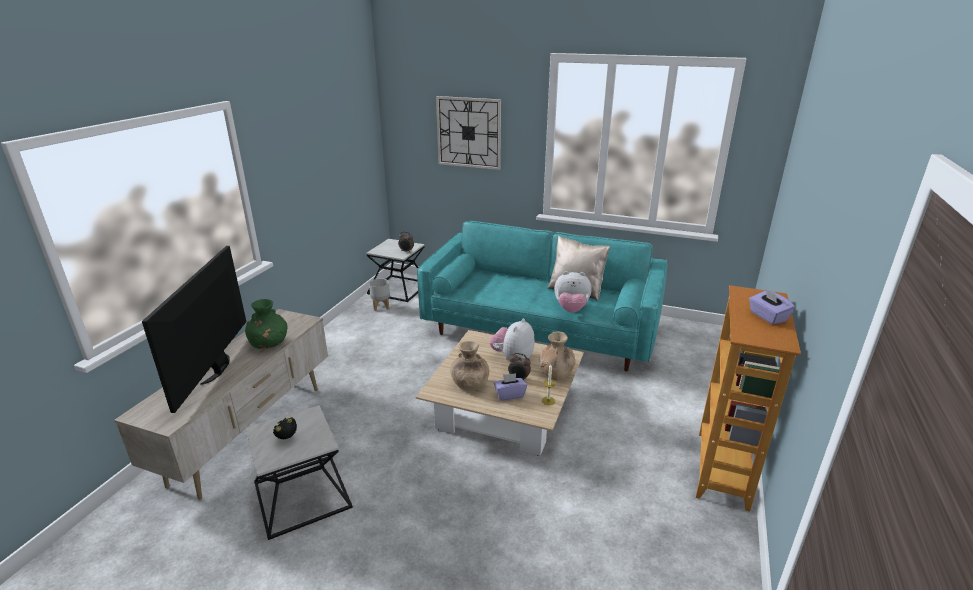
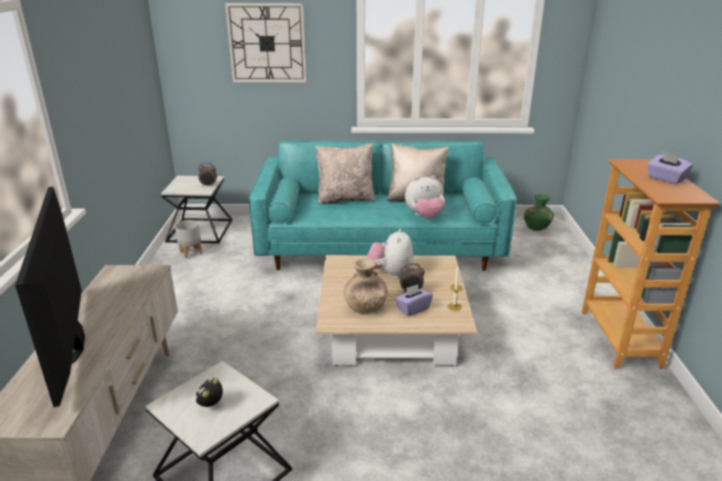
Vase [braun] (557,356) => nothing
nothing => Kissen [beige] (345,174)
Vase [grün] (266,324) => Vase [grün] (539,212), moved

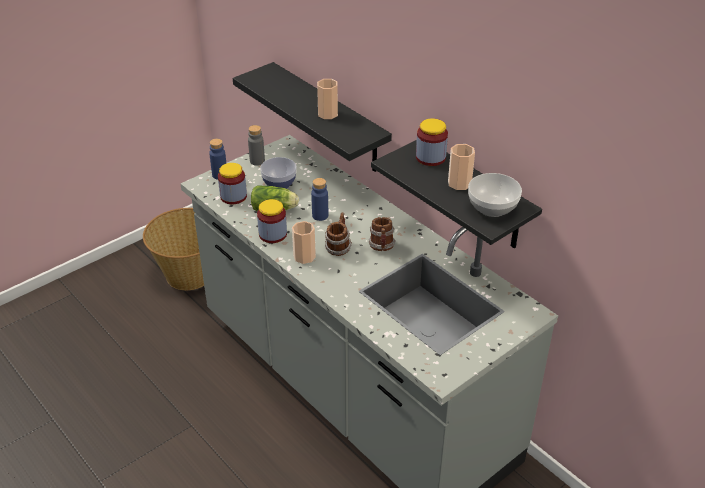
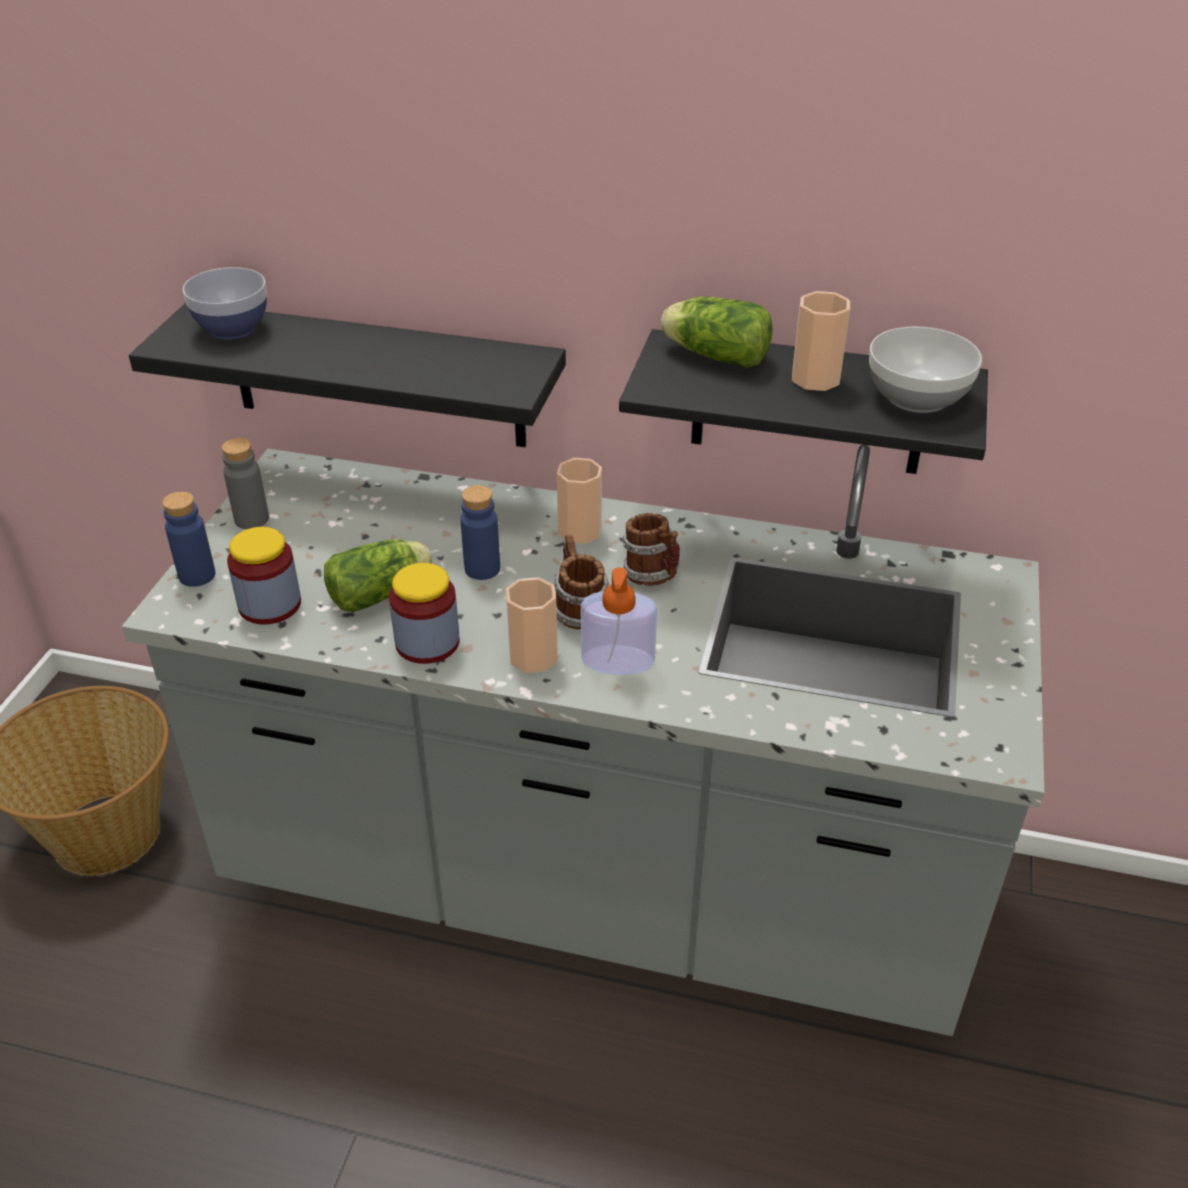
nothing => Seifenspender (619,621)
Schüssel (278,173) => Schüssel (225,303), moved
Tasse (327,99) => Tasse (579,501), moved
Vorratsglas (432,142) => Salatkopf (717,332)

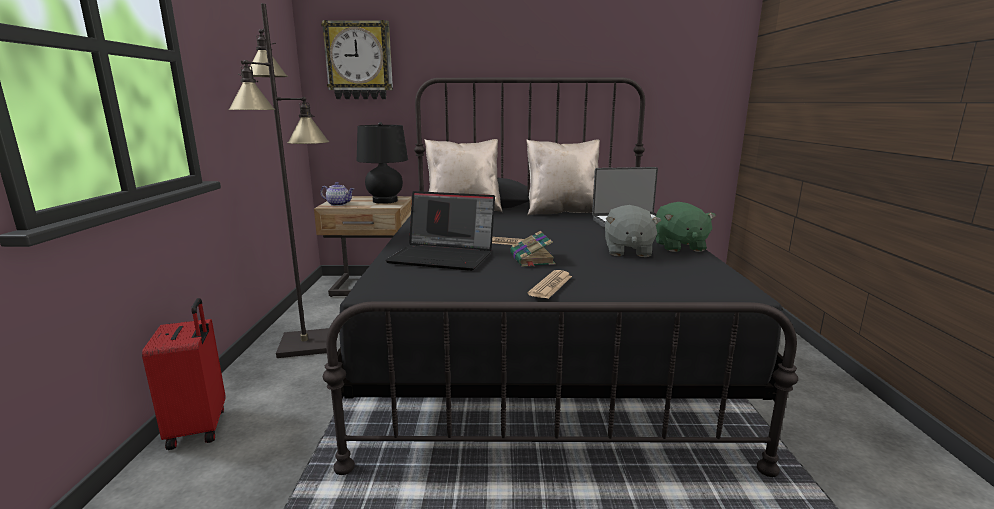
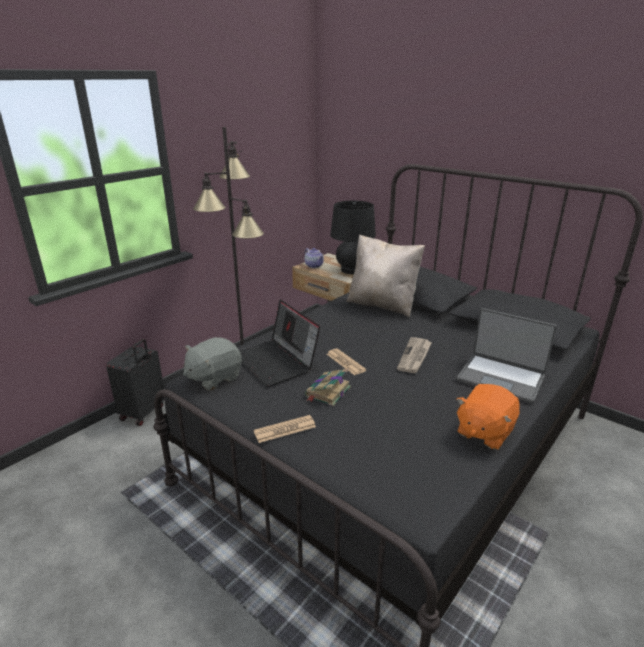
Wanduhr (357,59) => nothing
Kissen [beige] (563,177) => nothing
nothing => Zeitung (414,355)
Plüschtier [grau] (633,231) => Plüschtier [grau] (212,364), moved
Koffer [rot] (183,374) => Koffer [schwarz] (135,382)
Plüschtier [grün] (686,227) => Plüschtier [orange] (488,417)

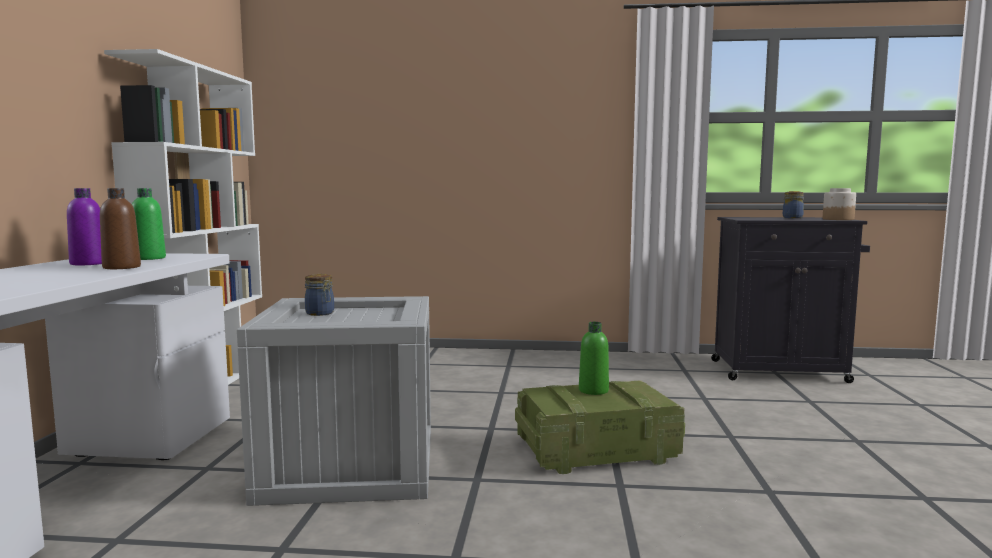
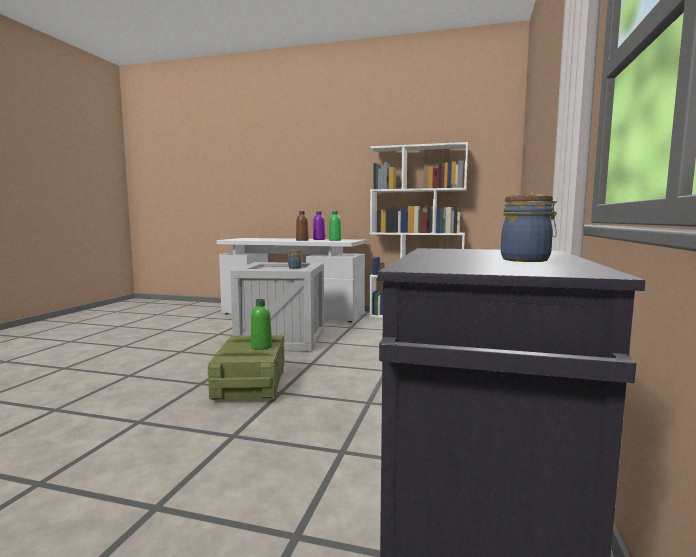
Vorratsglas (839,204) => nothing

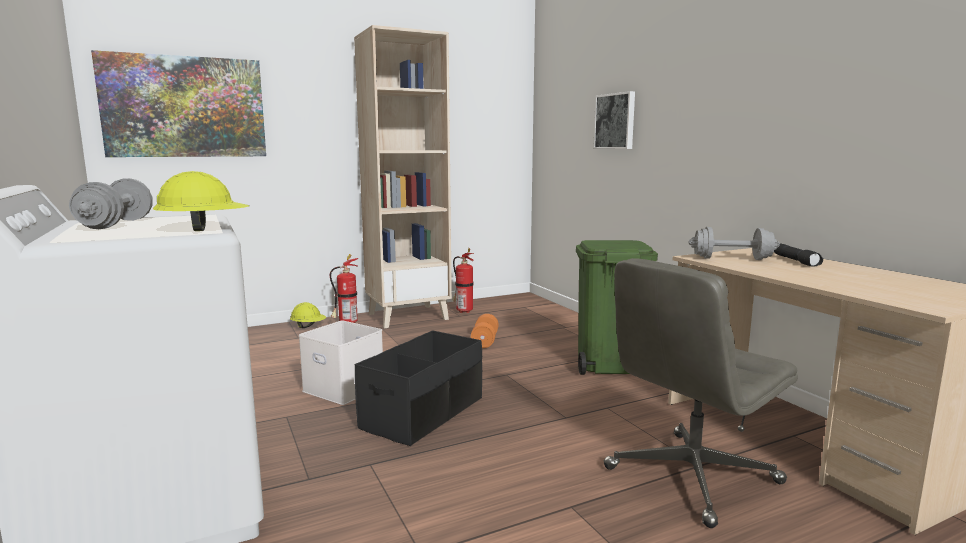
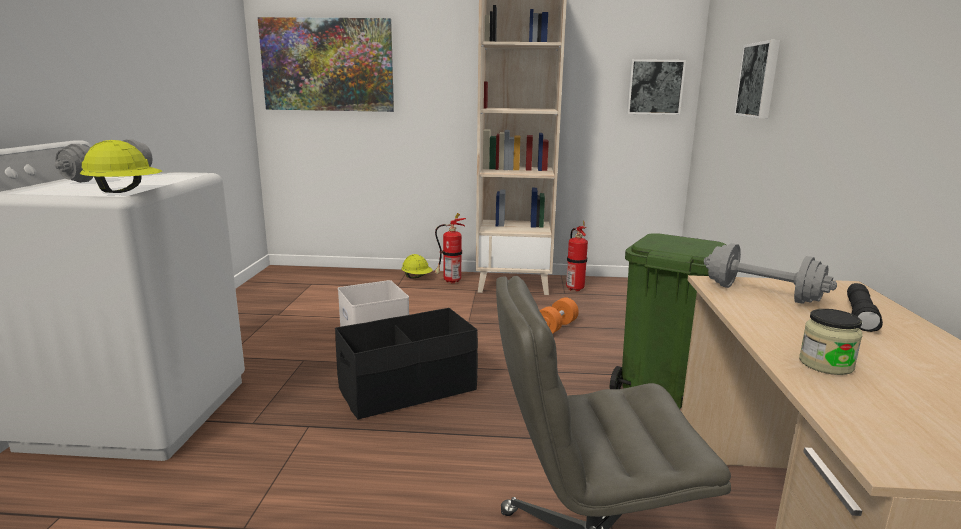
nothing => Bild (656,87)
nothing => Vorratsglas (831,342)

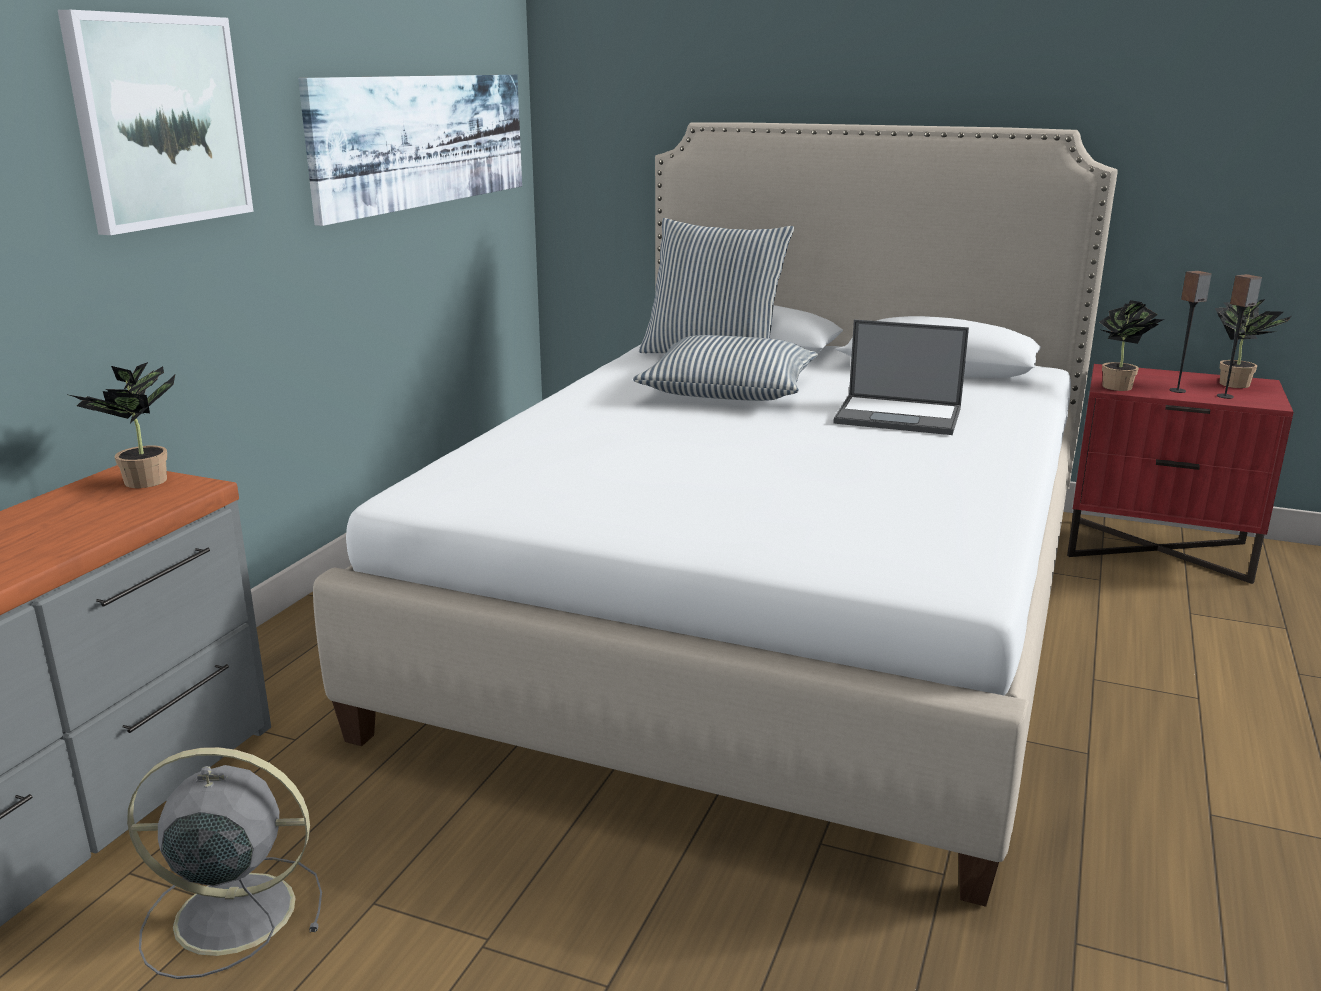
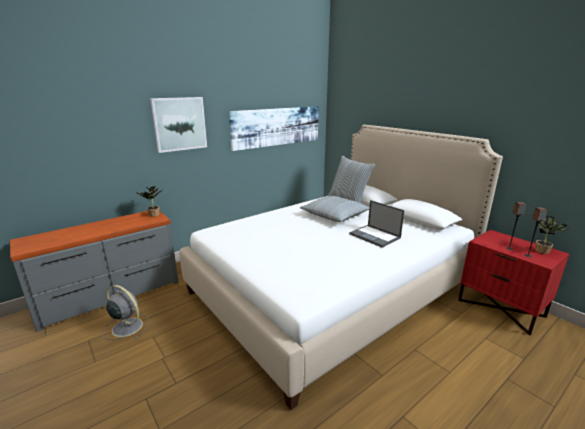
Topfpflanze (1131,345) => nothing

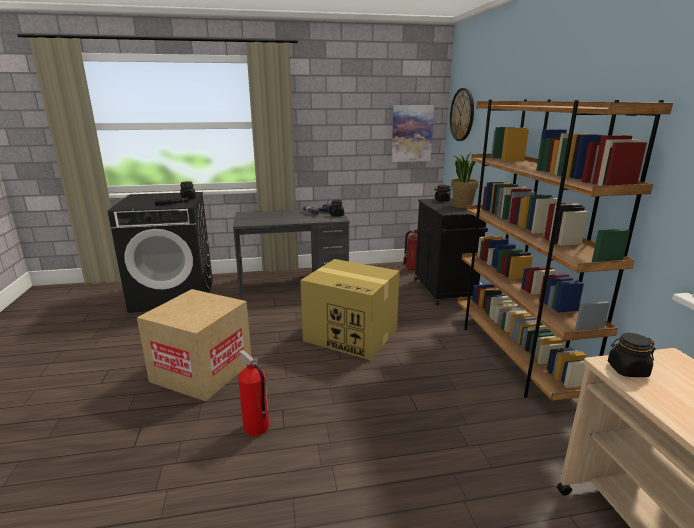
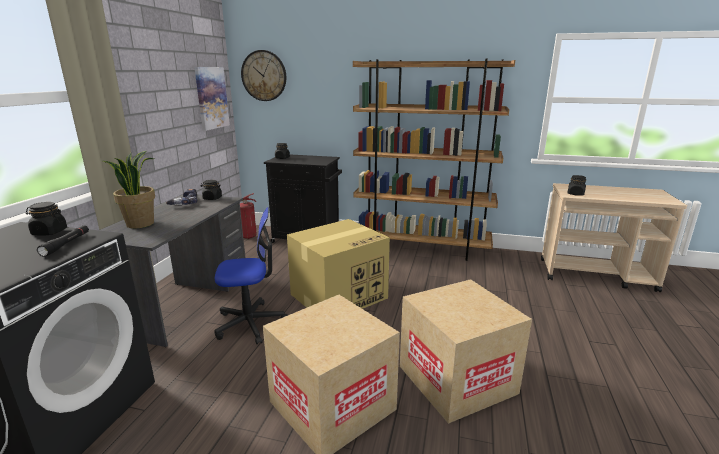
nothing => Bürostuhl (251,275)
Topfpflanze (465,180) => Topfpflanze (129,189), moved
Feuerlöscher (253,393) => Karton (466,351)

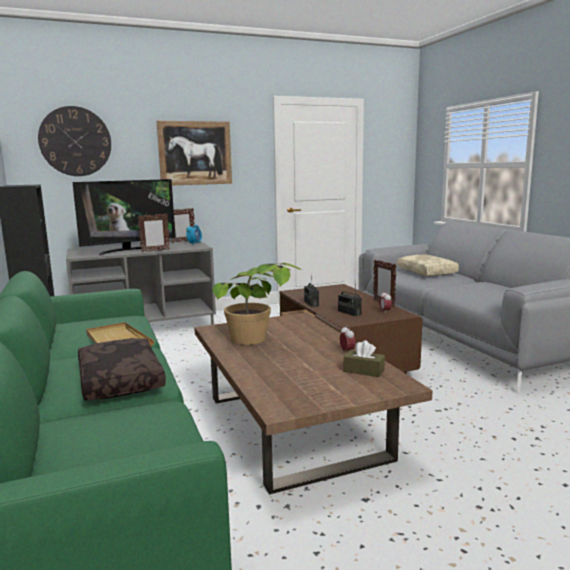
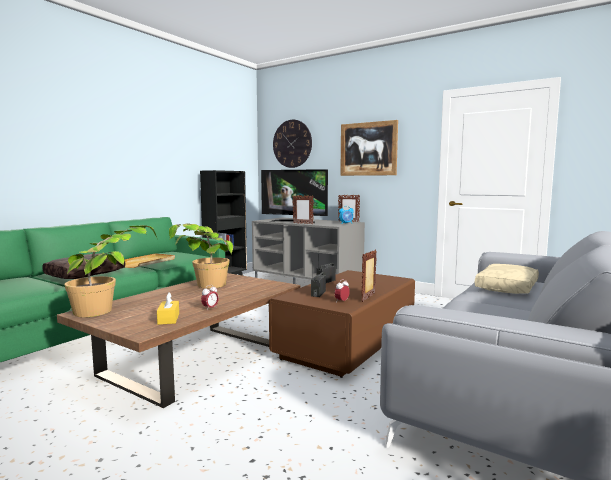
nothing => Topfpflanze (110,271)
Taschentuchbox [braun] (364,358) => Taschentuchbox [gelb] (168,308)

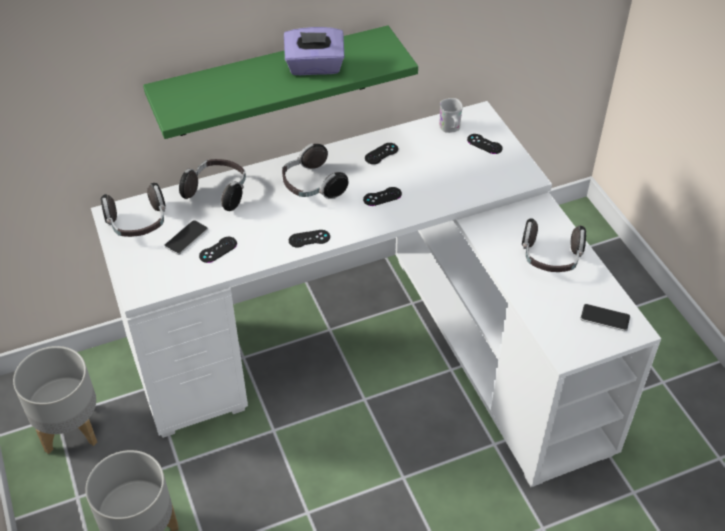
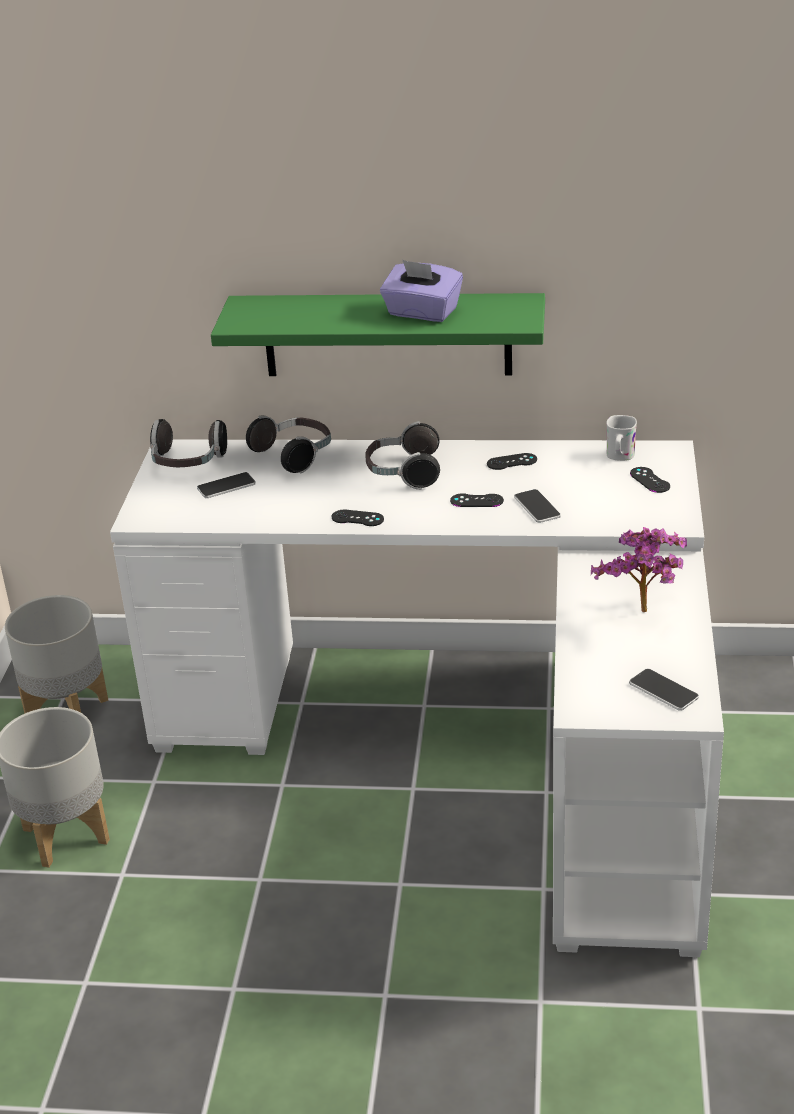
Gamepad [schwarz] (218,250) => nothing
nothing => Handy (537,506)
Kopfhörer (554,245) => Topfpflanze (639,569)

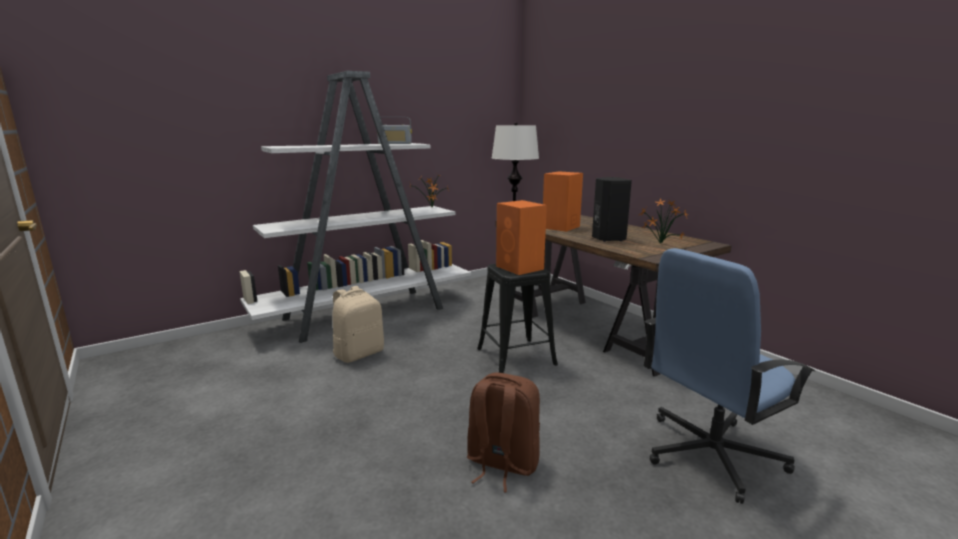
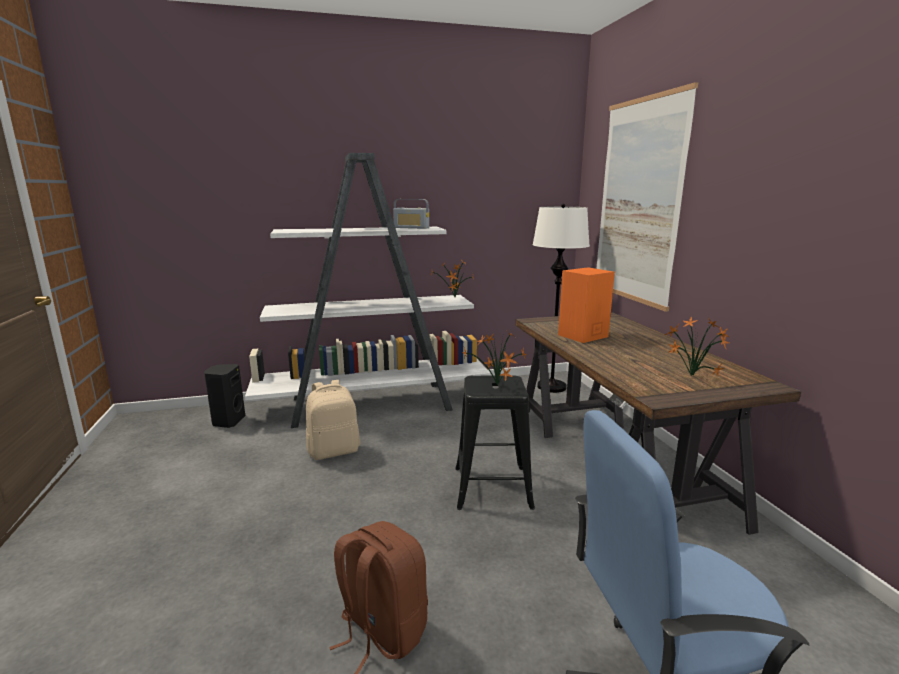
nothing => Bild (647,197)
Lautsprecher [schwarz] (612,209) => Lautsprecher [schwarz] (224,396), moved
Lautsprecher [orange] (521,237) => Topfpflanze (494,358)

